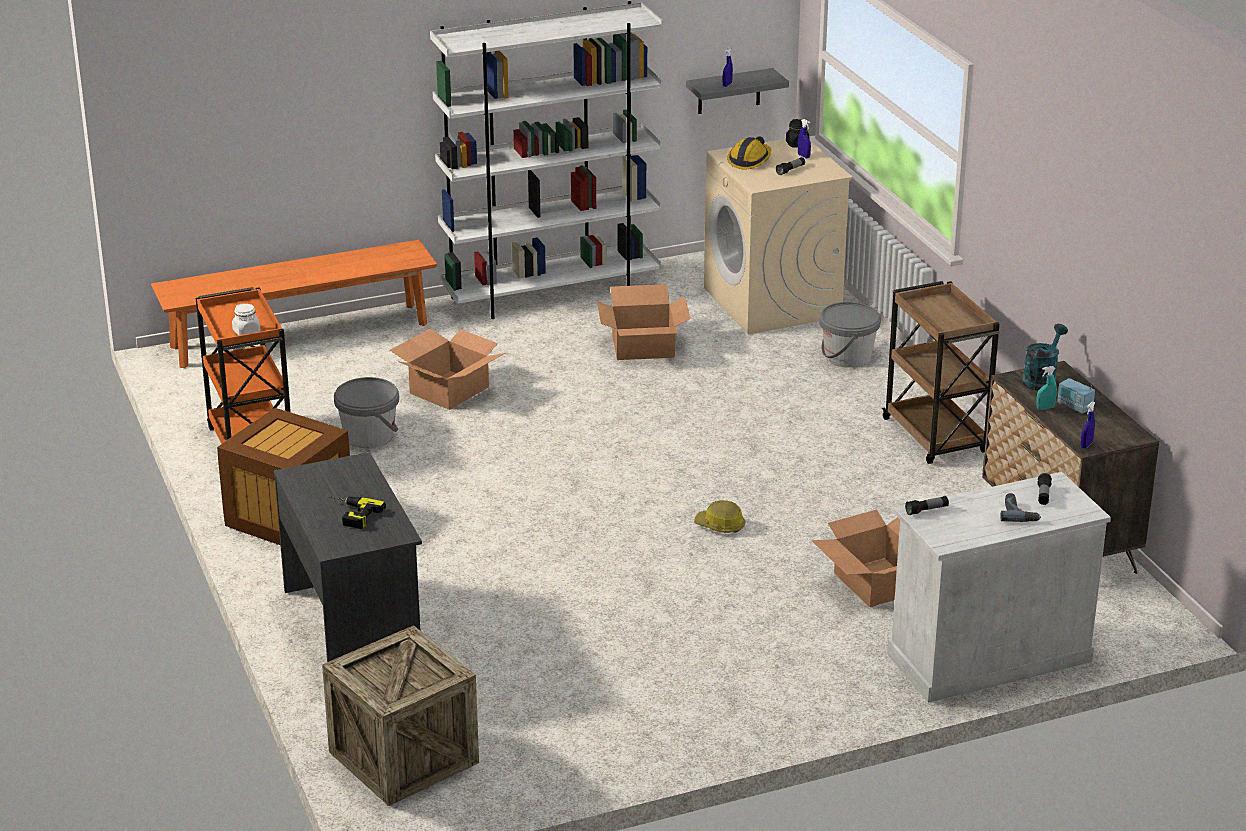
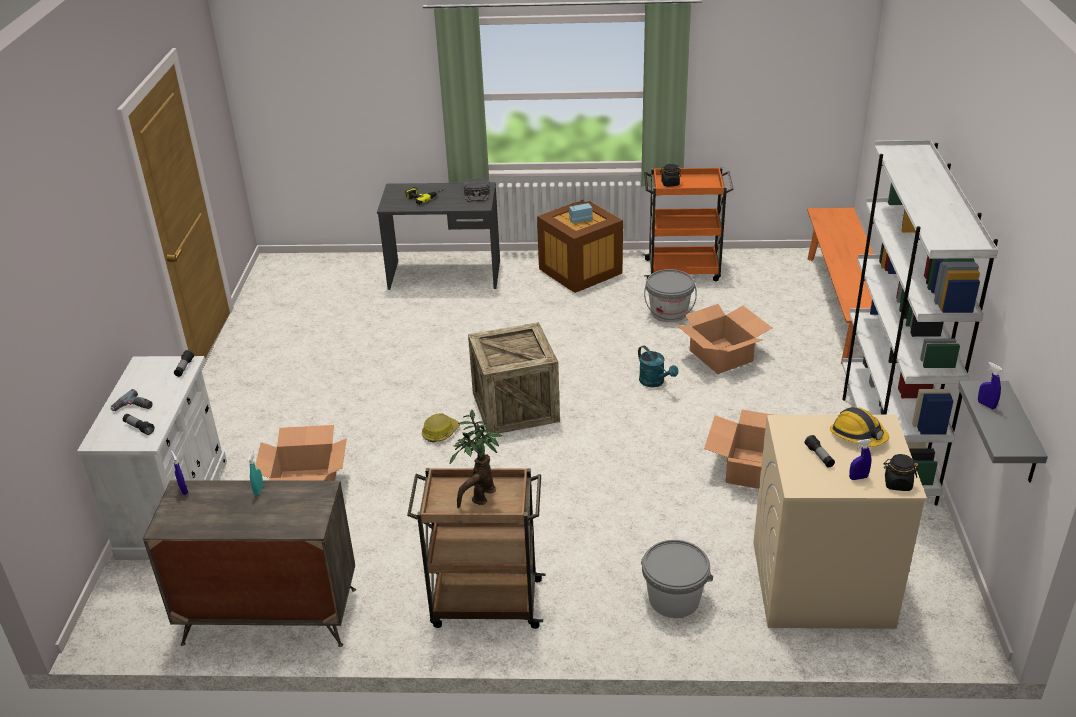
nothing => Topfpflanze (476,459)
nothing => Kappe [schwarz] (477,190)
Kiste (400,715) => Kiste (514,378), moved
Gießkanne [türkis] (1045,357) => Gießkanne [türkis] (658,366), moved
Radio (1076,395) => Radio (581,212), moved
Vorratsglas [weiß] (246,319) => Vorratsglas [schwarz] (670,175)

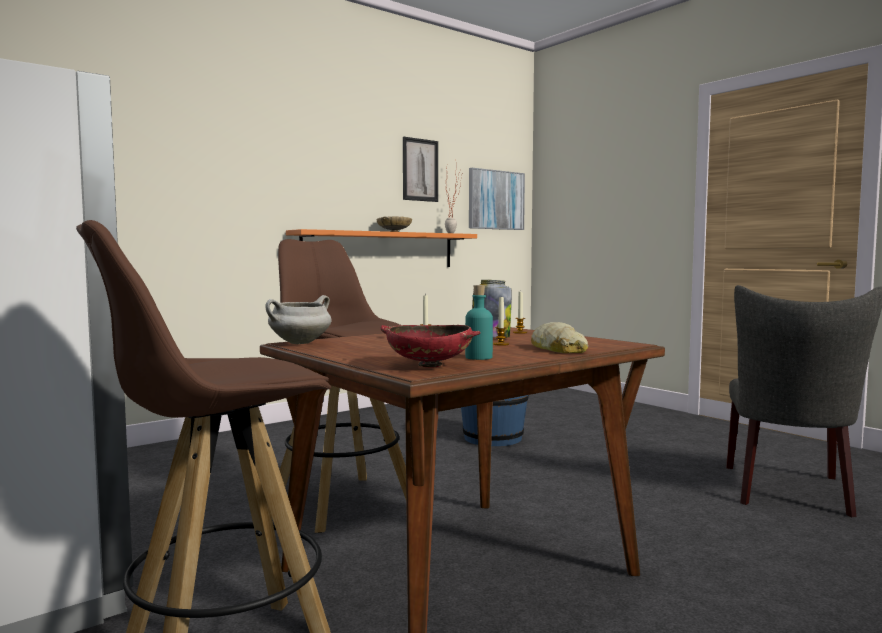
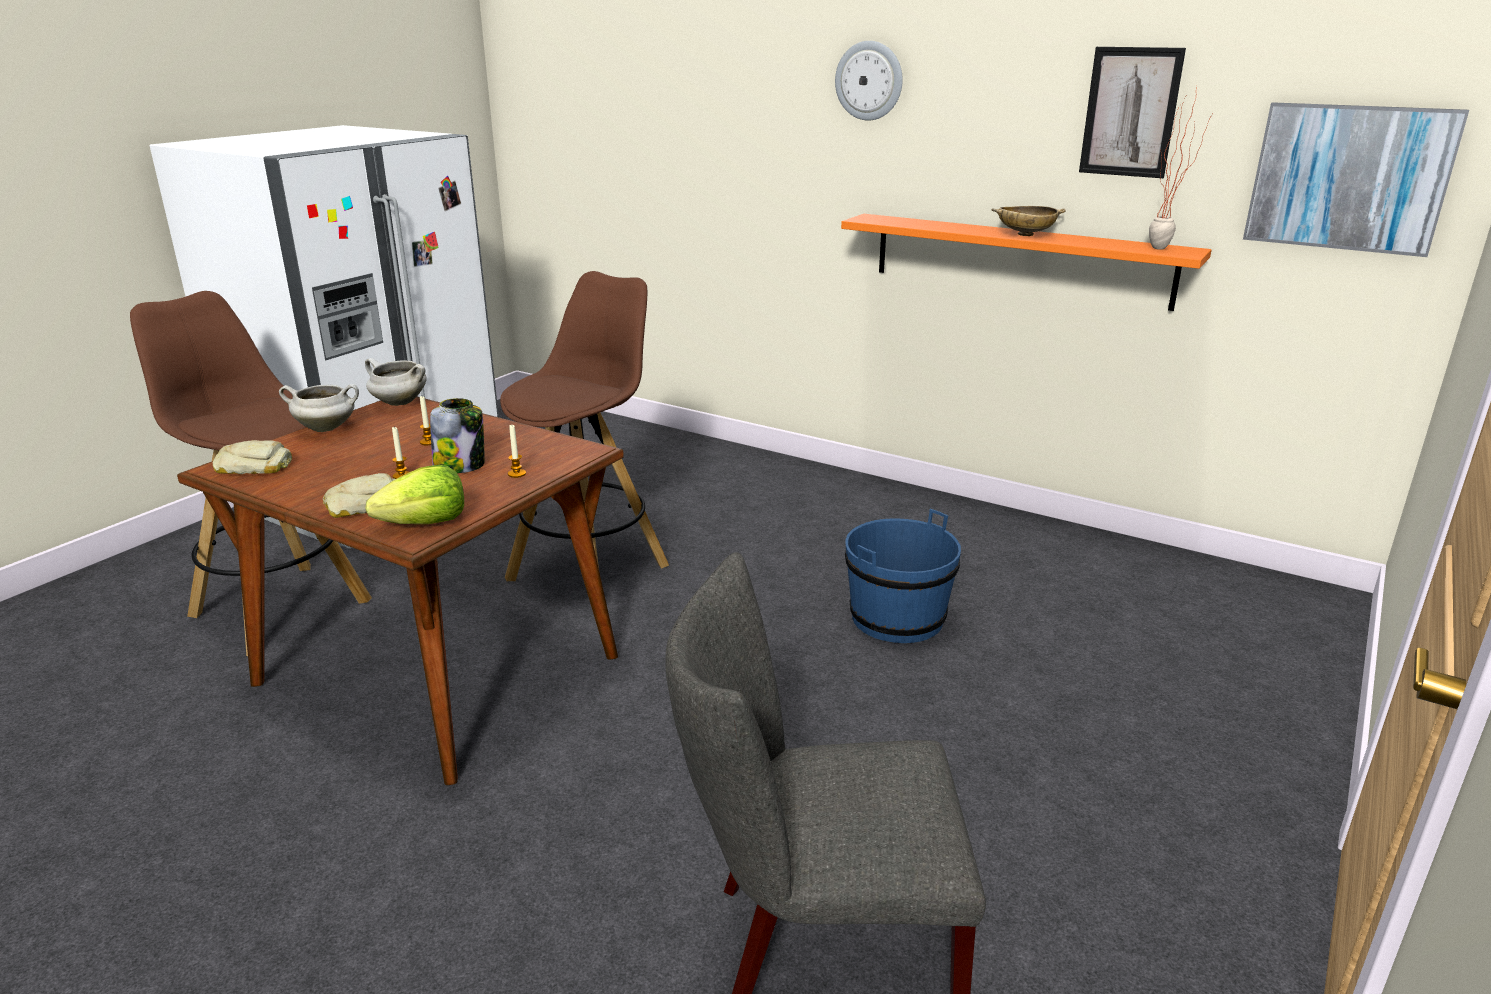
Flasche [türkis] (479,322) => nothing
nothing => Kochtopf [weiß] (319,408)
nothing => Salatkopf (414,494)
nothing => Wanduhr (869,80)
Schüssel [rot] (430,346) => Brot (252,457)

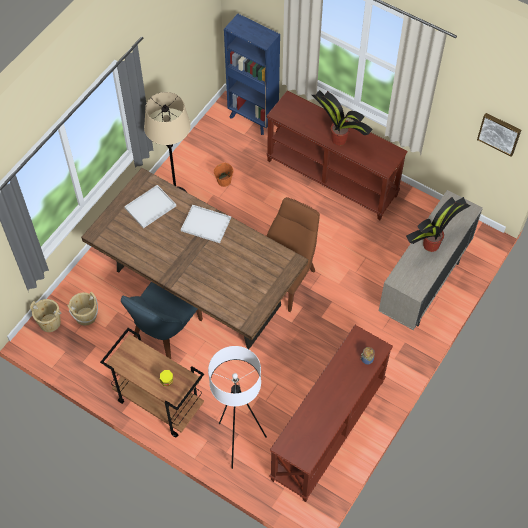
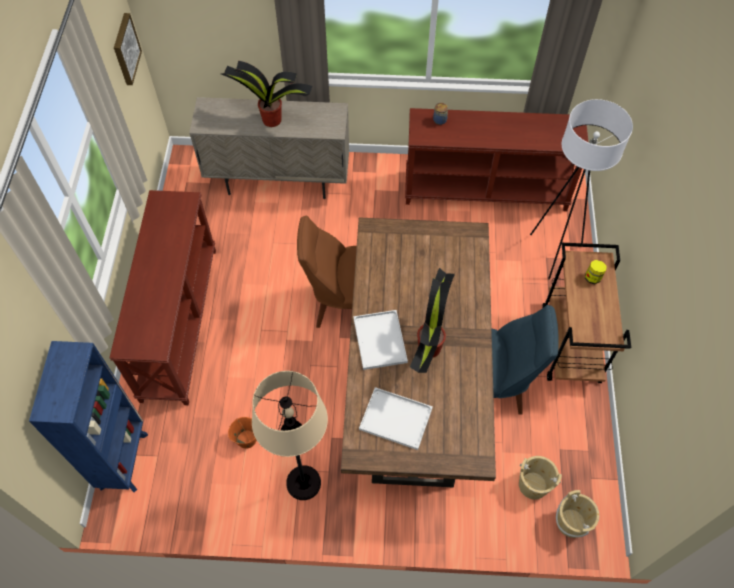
Topfpflanze (342,118) => Topfpflanze (432,320), moved

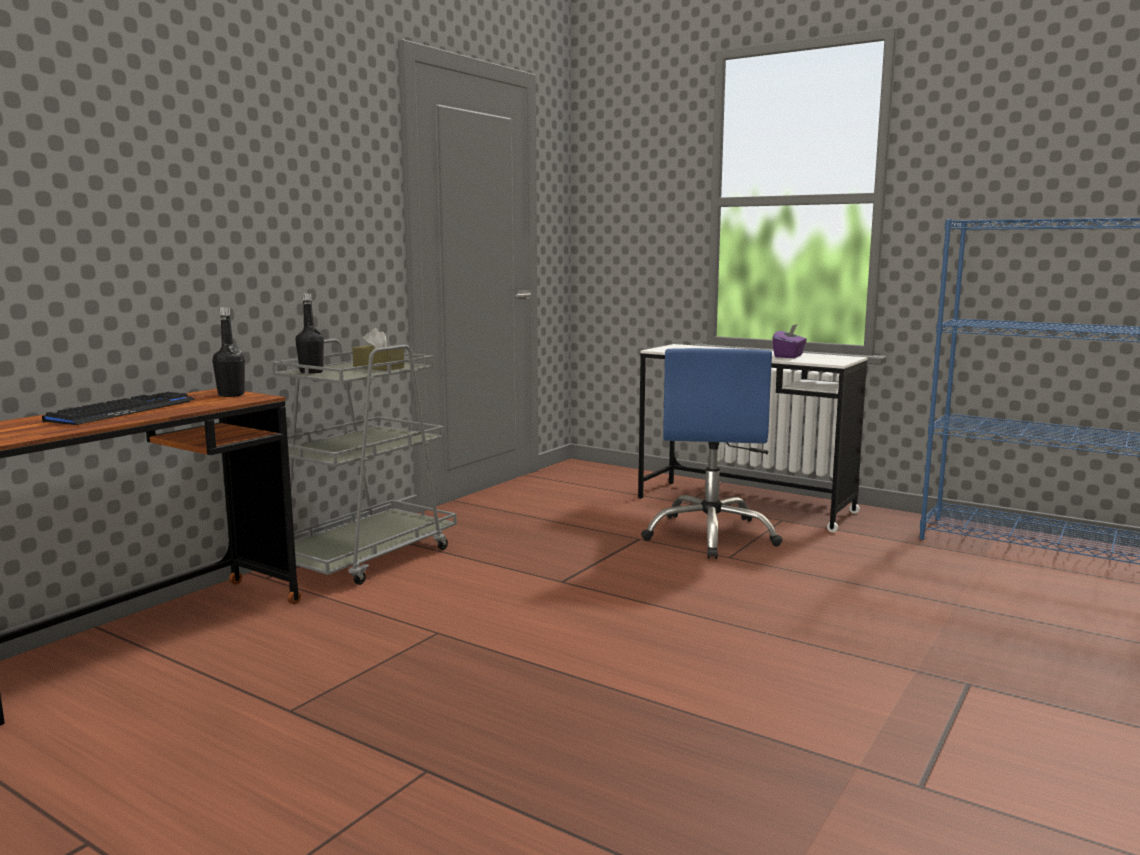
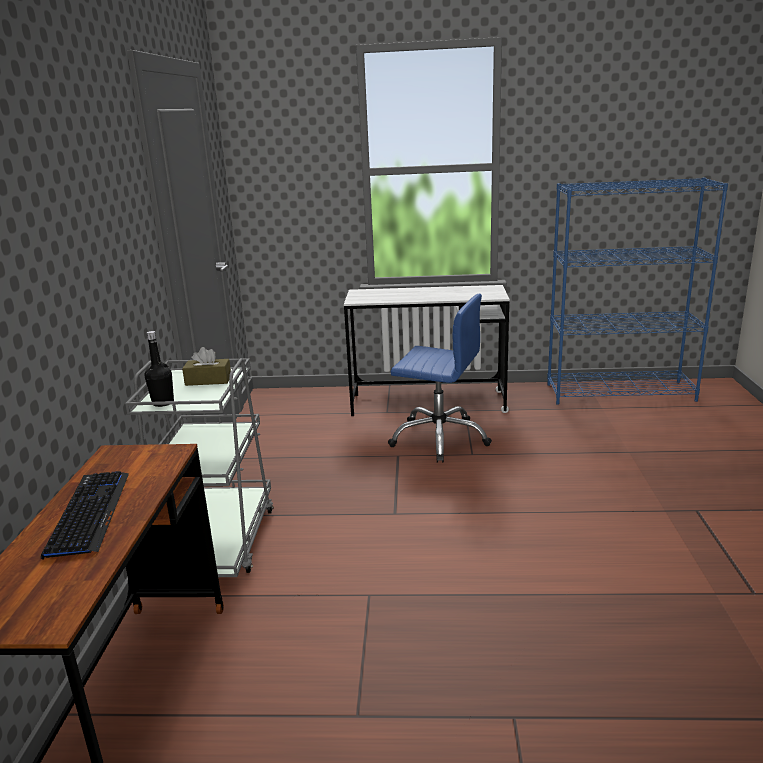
Flasche [schwarz] (228,352) => nothing
Taschentuchbox [lila] (790,341) => nothing
Bürostuhl [blau] (712,453) => Bürostuhl [blau] (440,378), 45 degrees counterclockwise

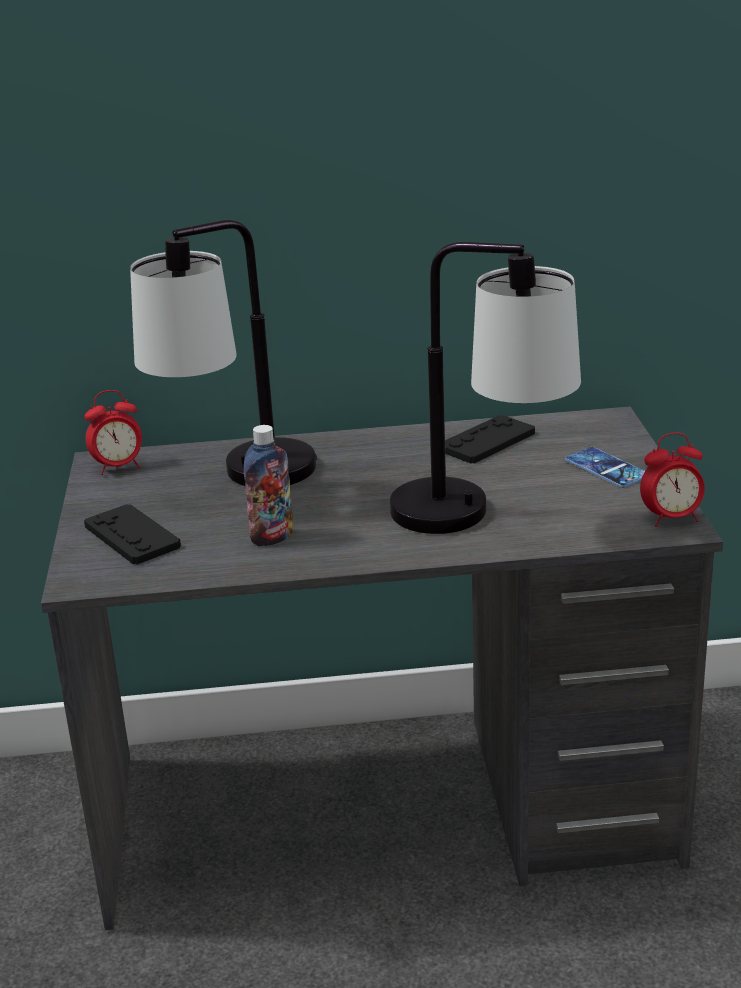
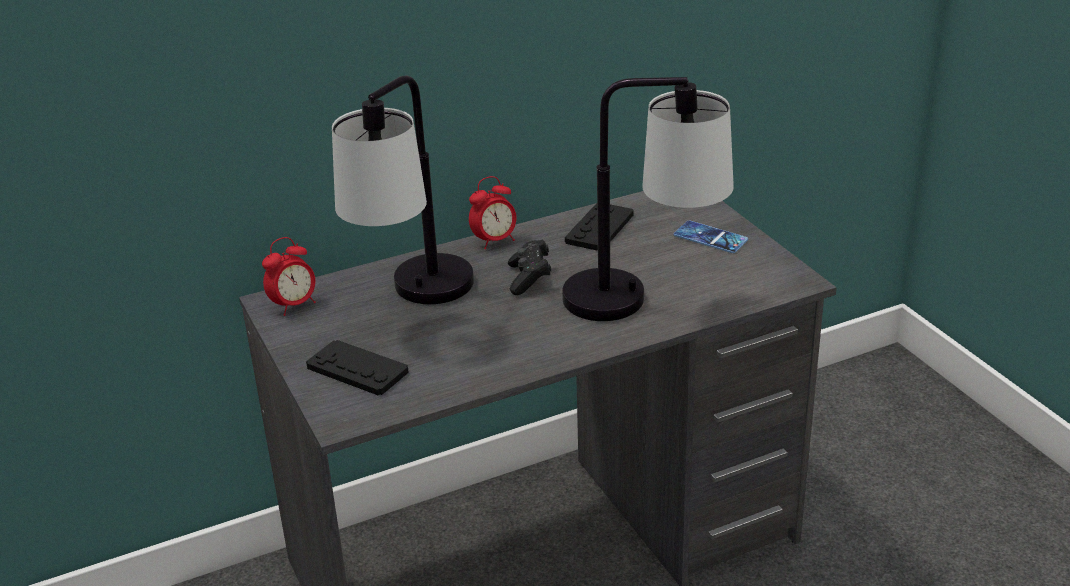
Flasche (268,485) => nothing
nothing => Gamepad [schwarz] (529,267)
Wecker (672,480) => Wecker (492,213), moved

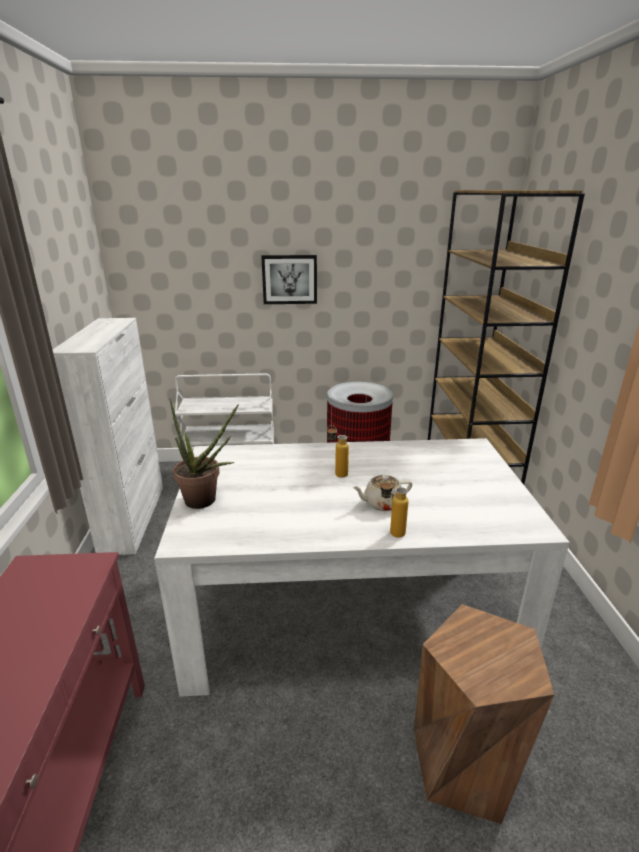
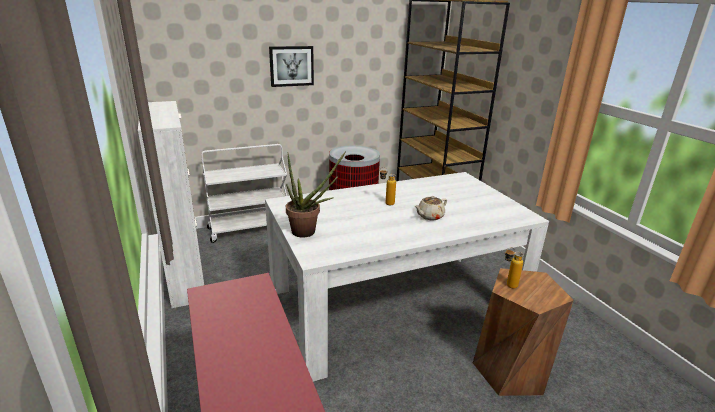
Flasche (394,508) => Flasche (514,268), moved

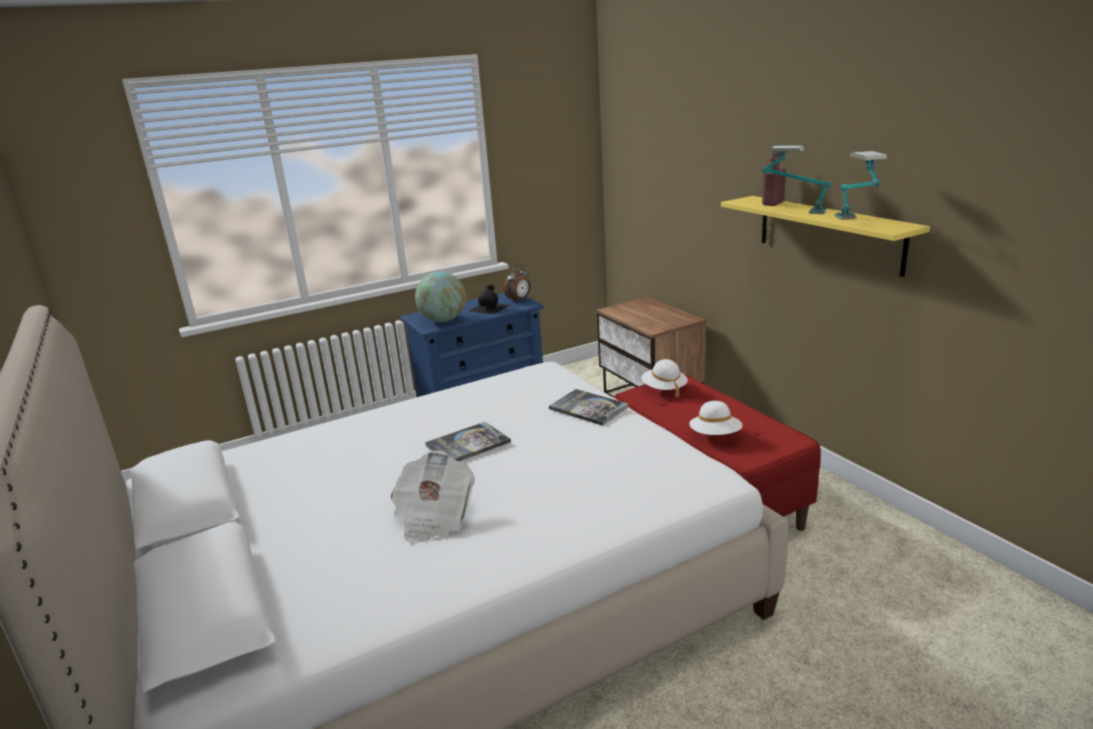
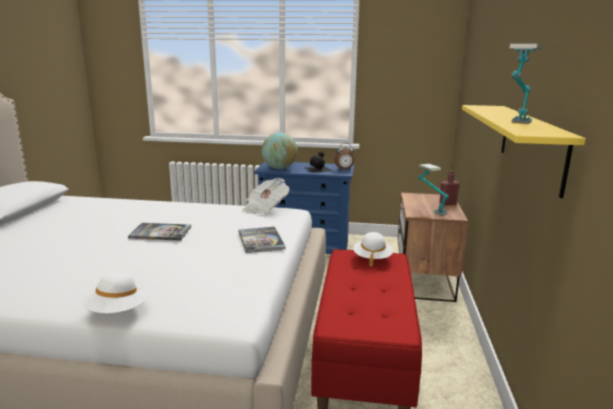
Zeitung (433,497) => Zeitung (265,196), moved
Hut [weiß] (716,418) => Hut [weiß] (114,292), moved
Tischlampe (796,179) => Tischlampe (433,189), moved
Flasche [rot] (774,179) => Flasche [rot] (450,187), moved

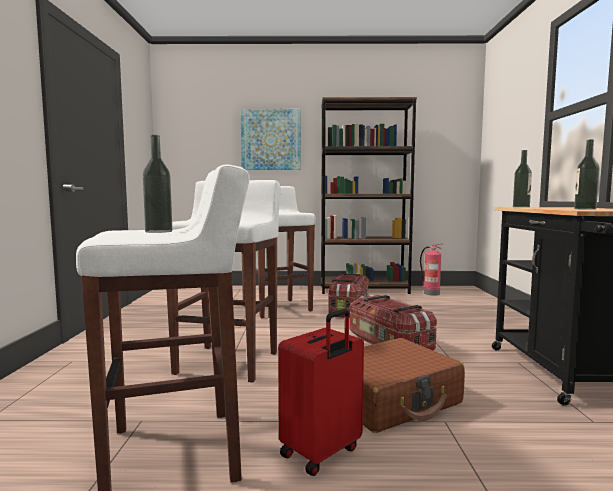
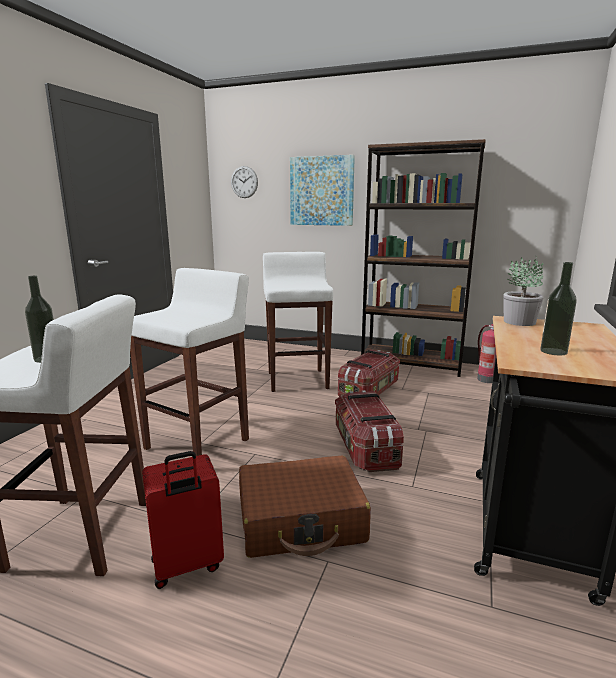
nothing => Wanduhr (244,182)
Flasche (522,178) => Topfpflanze (523,291)

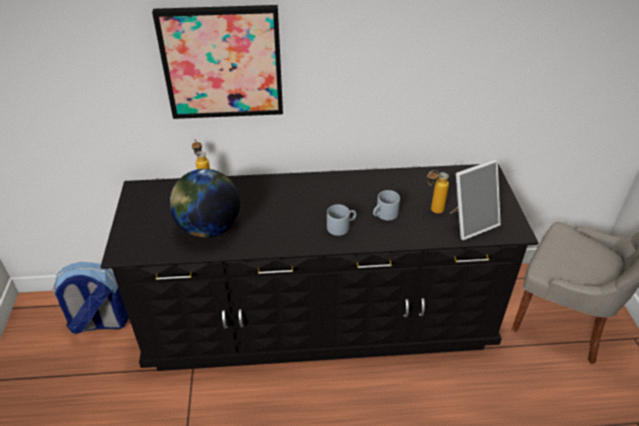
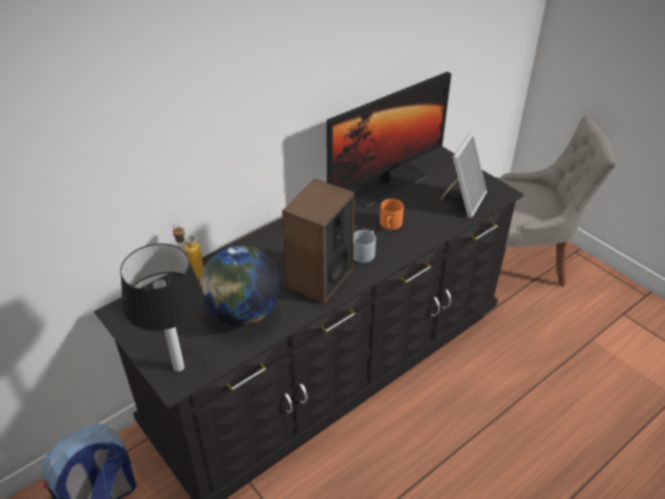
Bild (217,62) => nothing
Flasche (438,192) => nothing
nothing => Tischlampe (162,308)
nothing => Lautsprecher (318,241)
nothing => Monitor (388,139)
Henkelbecher [grau] (386,205) => Henkelbecher [orange] (392,214)

